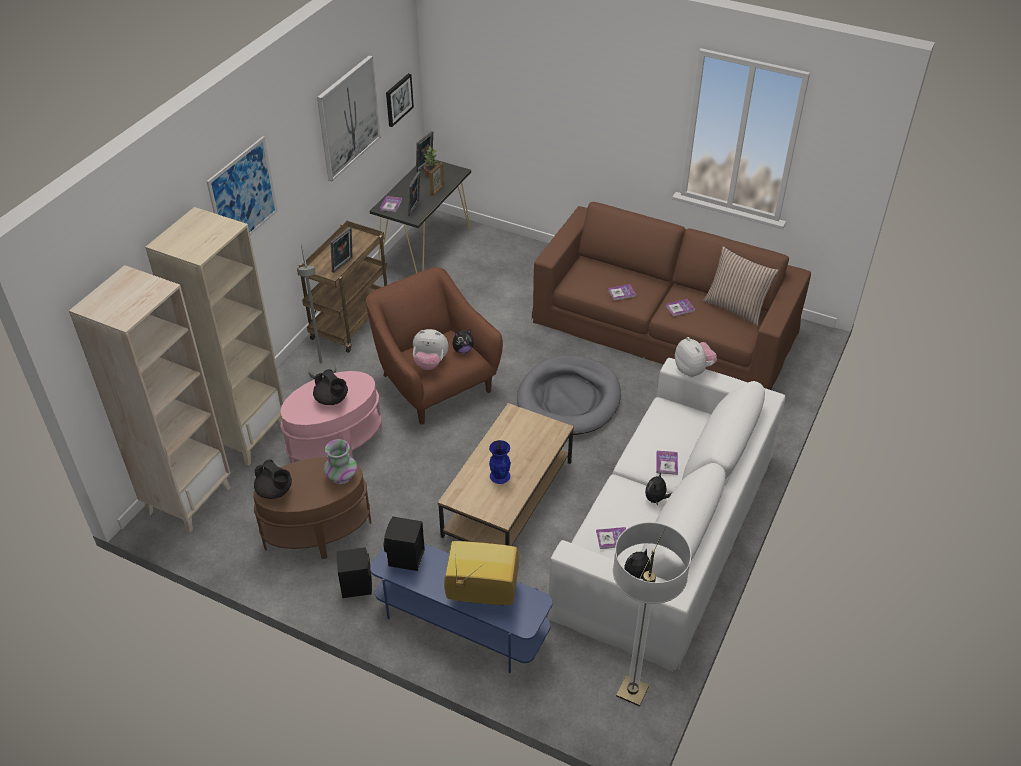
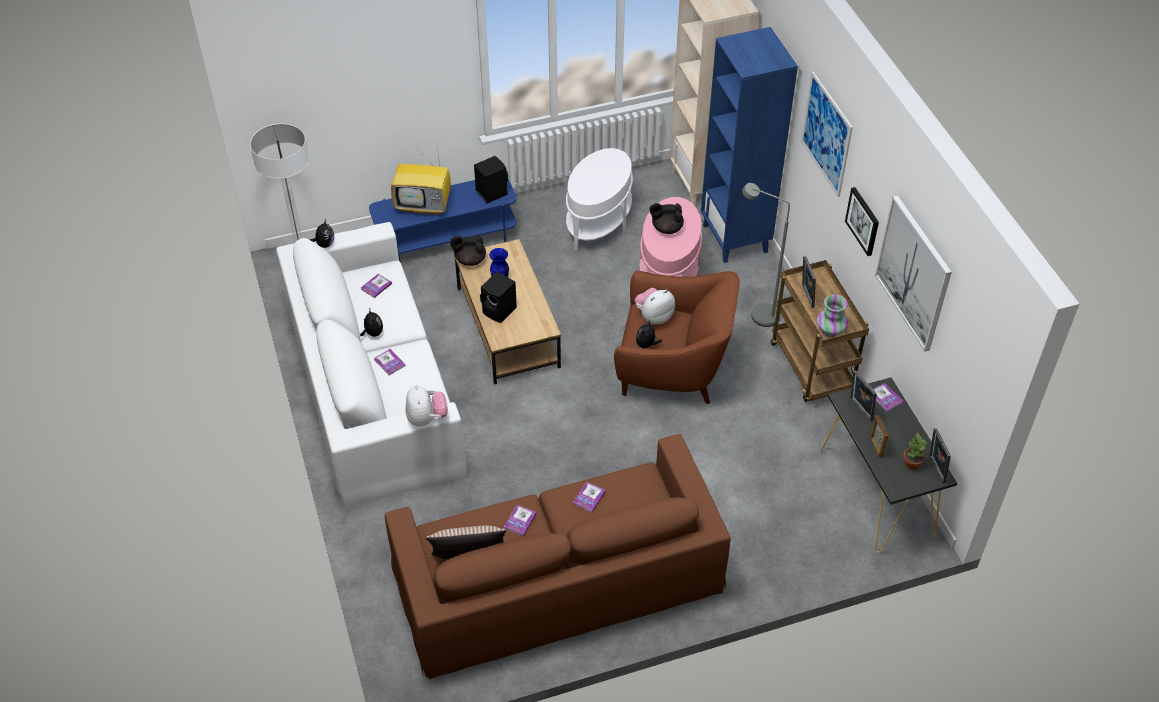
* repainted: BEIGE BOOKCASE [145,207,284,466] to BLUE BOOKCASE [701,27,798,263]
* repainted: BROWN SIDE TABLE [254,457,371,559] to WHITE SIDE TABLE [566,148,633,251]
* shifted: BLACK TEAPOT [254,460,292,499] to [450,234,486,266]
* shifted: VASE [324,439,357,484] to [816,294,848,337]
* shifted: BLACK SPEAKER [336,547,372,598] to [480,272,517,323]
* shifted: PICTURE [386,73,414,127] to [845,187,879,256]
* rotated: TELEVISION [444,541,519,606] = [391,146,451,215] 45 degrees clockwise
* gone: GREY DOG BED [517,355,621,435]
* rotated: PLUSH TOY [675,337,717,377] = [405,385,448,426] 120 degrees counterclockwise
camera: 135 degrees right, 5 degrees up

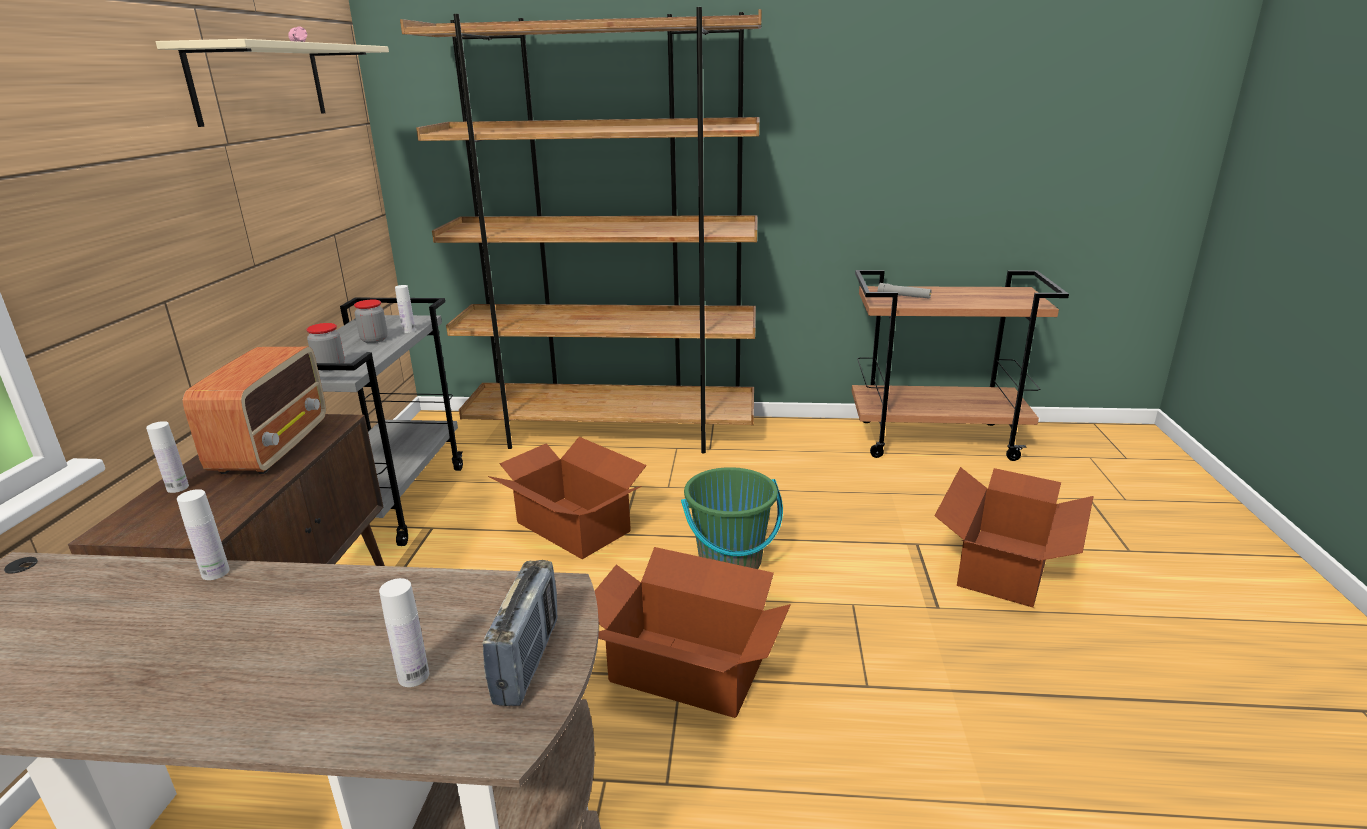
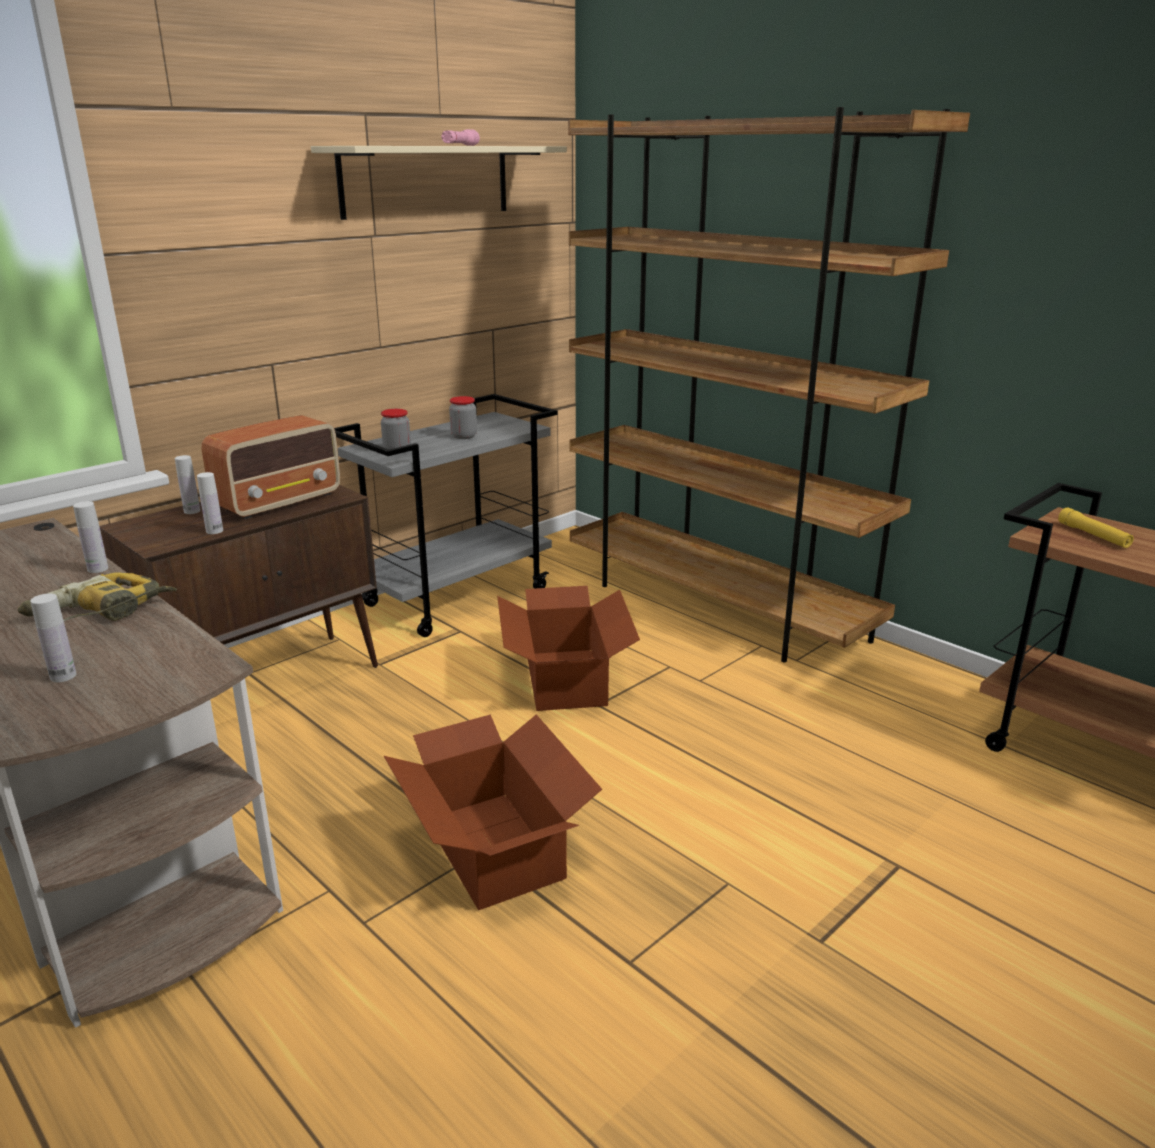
* shifted: WHITE BOTTLE [395,285,415,333] to [197,472,223,534]
* gone: RADIO [483,560,558,706]
* gone: GREEN BUCKET [681,467,783,569]
* repainted: GREY FLASHLIGHT [878,283,931,299] to YELLOW FLASHLIGHT [1058,508,1134,548]
* gone: CARDBOARD BOX [934,467,1094,607]
* new: POWER DRILL [18,573,177,621]
camera: 40 degrees right, 0 degrees up

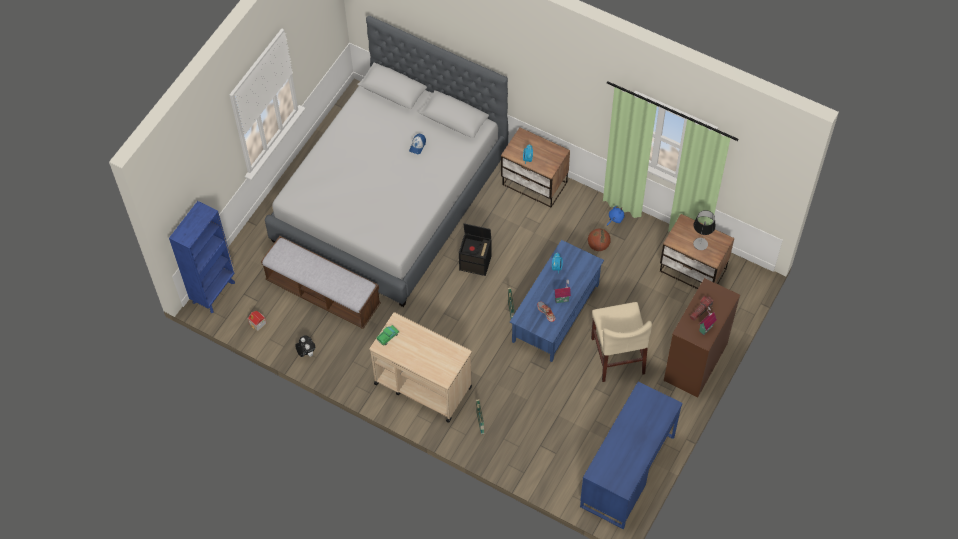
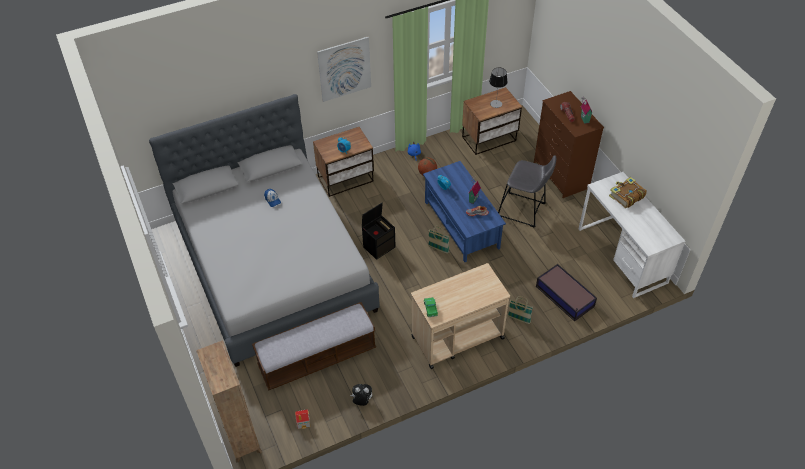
* repainted: BLUE BOOKCASE [169,201,235,313] to BROWN BOOKCASE [196,340,262,463]
* repainted: BLUE DESK [580,381,683,529] to WHITE DESK [579,172,685,298]
* swapped: BEIGE CHAIR [591,302,652,382] to GREY STOOL [498,156,556,227]
* new: PICTURE [317,37,371,102]
* new: STORAGE BOX [536,264,597,321]
* new: BOOK [609,177,647,208]
camera: 55 degrees left, 10 degrees down

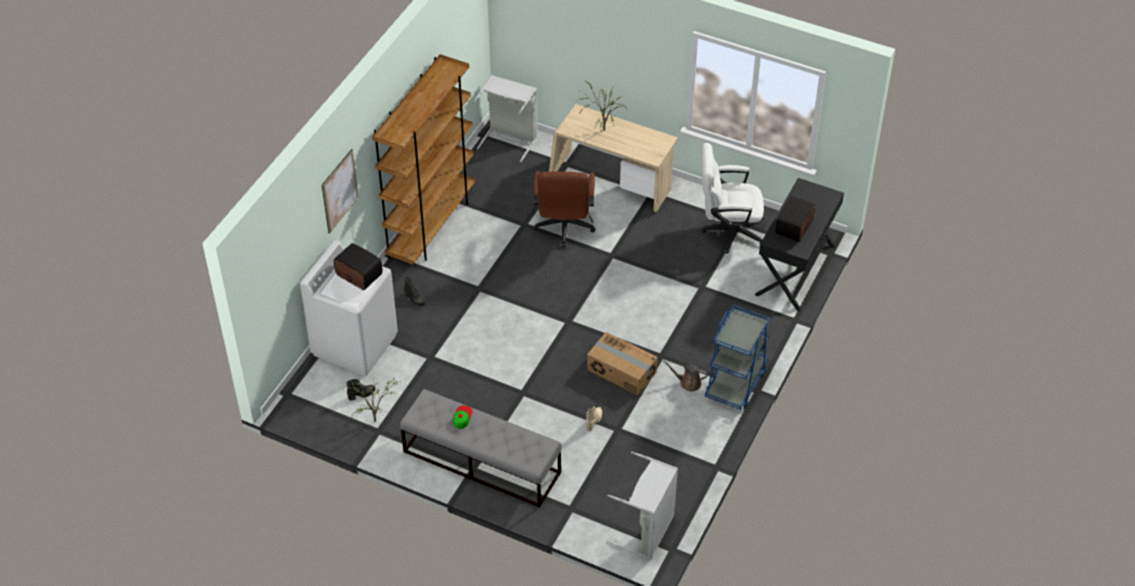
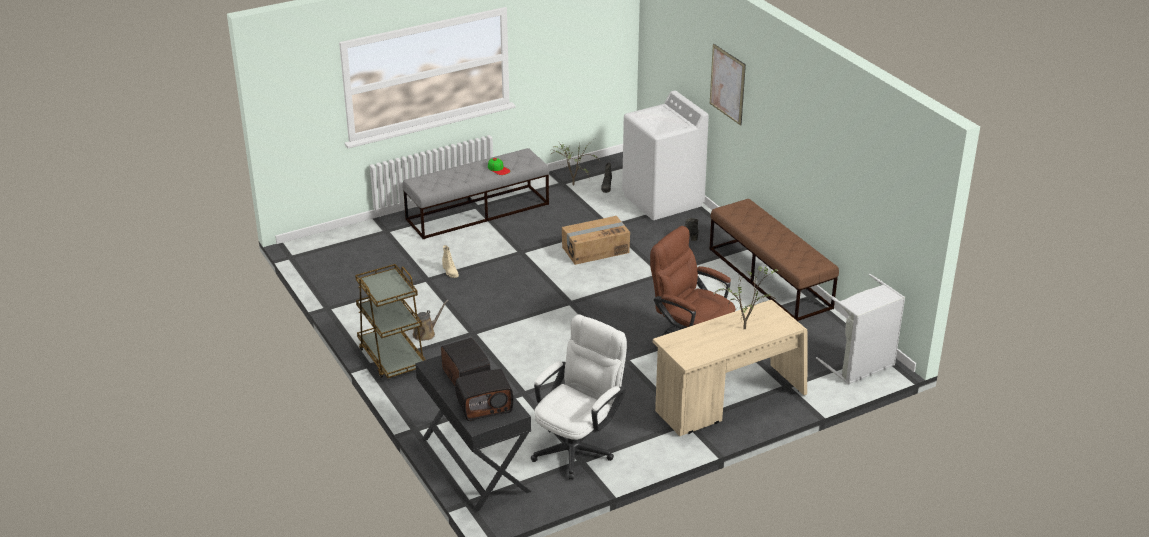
* shifted: RADIO [334,243,382,290] to [455,369,513,421]
* swapped: BROWN BOOKCASE [372,54,475,265] to BROWN BENCH [709,199,839,321]
* shifted: CARDBOARD BOX [587,332,658,395] to [562,216,630,265]
* gone: GREY LAUNDRY BASKET [606,452,678,560]
* repainted: BLUE CART [705,305,770,410] to BROWN CART [355,264,426,378]
camera: 125 degrees right, 15 degrees down

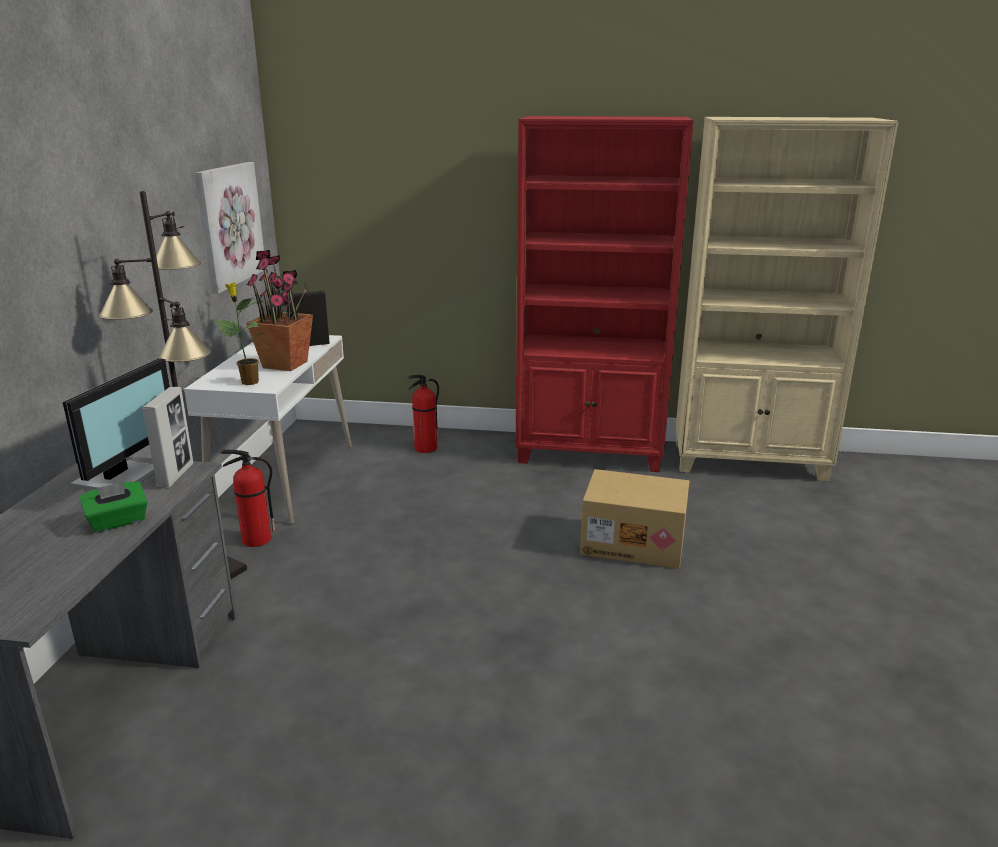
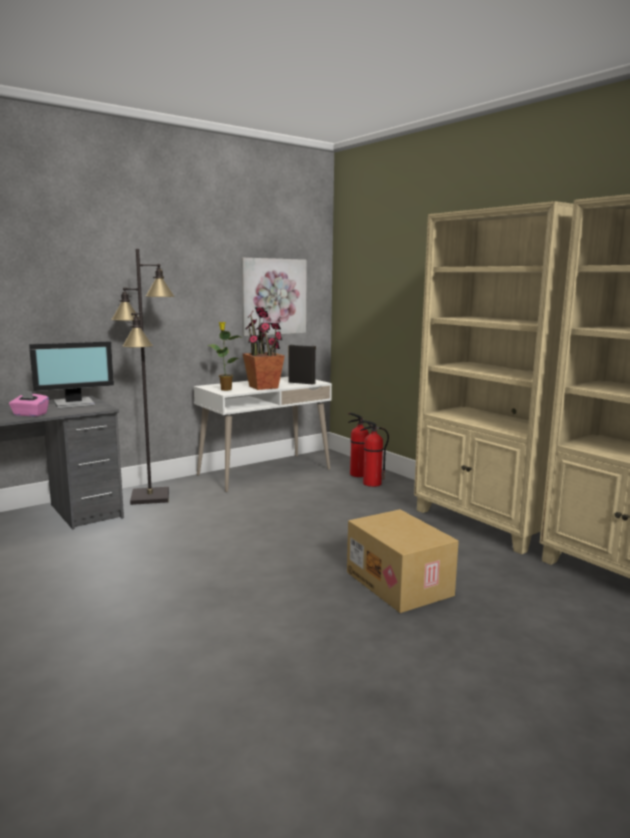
* repainted: GREEN TISSUE BOX [79,482,148,533] to PINK TISSUE BOX [9,390,49,417]
* gone: PICTURE FRAME [142,387,193,489]
* shifted: FIRE EXTINGUISHER [221,450,275,547] to [348,413,372,477]
* repainted: RED BOOKCASE [515,116,694,472] to BEIGE BOOKCASE [414,201,573,554]
camera: 45 degrees right, 10 degrees down

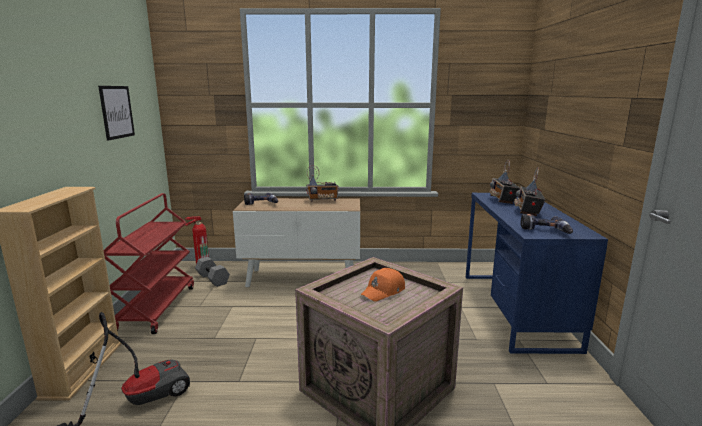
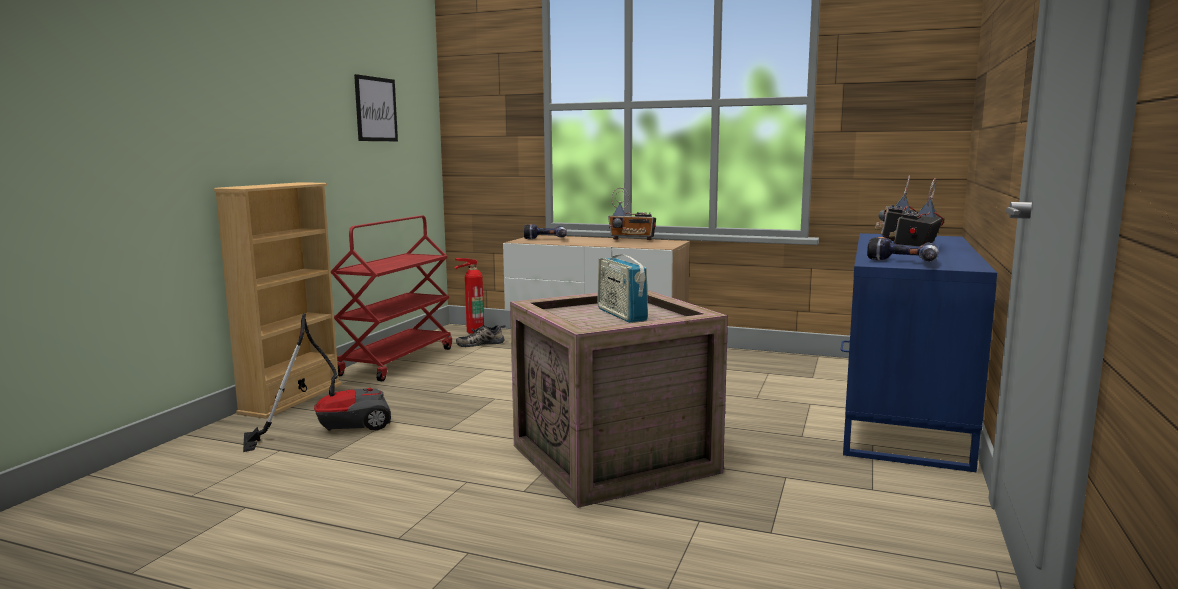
* swapped: GREY DUMBBELL [195,257,230,287] to SHOE [456,325,505,347]
* swapped: ORANGE CAP [361,268,405,301] to RADIO [597,246,648,323]
camera: 20 degrees right, 5 degrees down

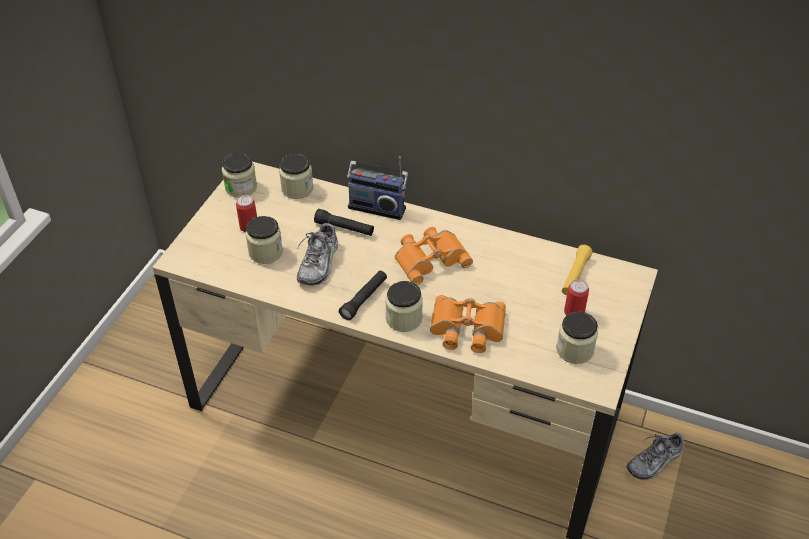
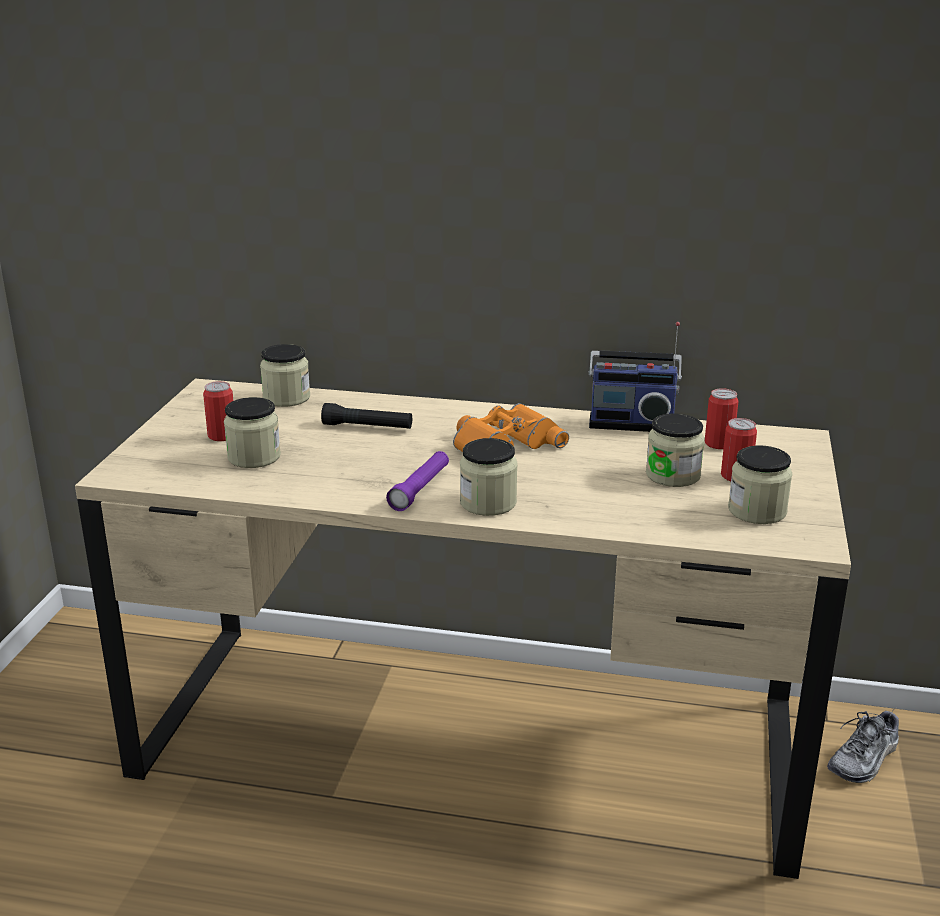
* shifted: JAR [222,153,257,198] to [646,414,705,487]
* gone: SHOE [297,222,338,285]
* repainted: BLACK FLASHLIGHT [339,271,387,320] to PURPLE FLASHLIGHT [386,451,449,511]
* shifted: RADIO [347,156,408,220] to [588,322,682,432]
* gone: ORANGE BINOCULARS [430,295,506,353]
* swapped: YELLOW FLASHLIGHT [562,245,593,296] to CAN [705,388,738,449]
camera: 10 degrees left, 20 degrees down

